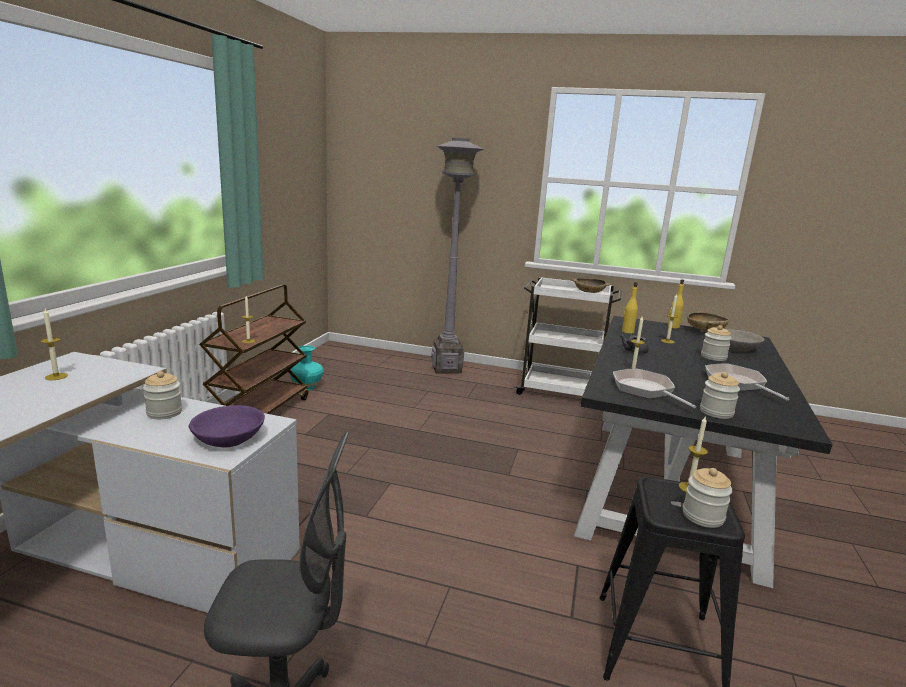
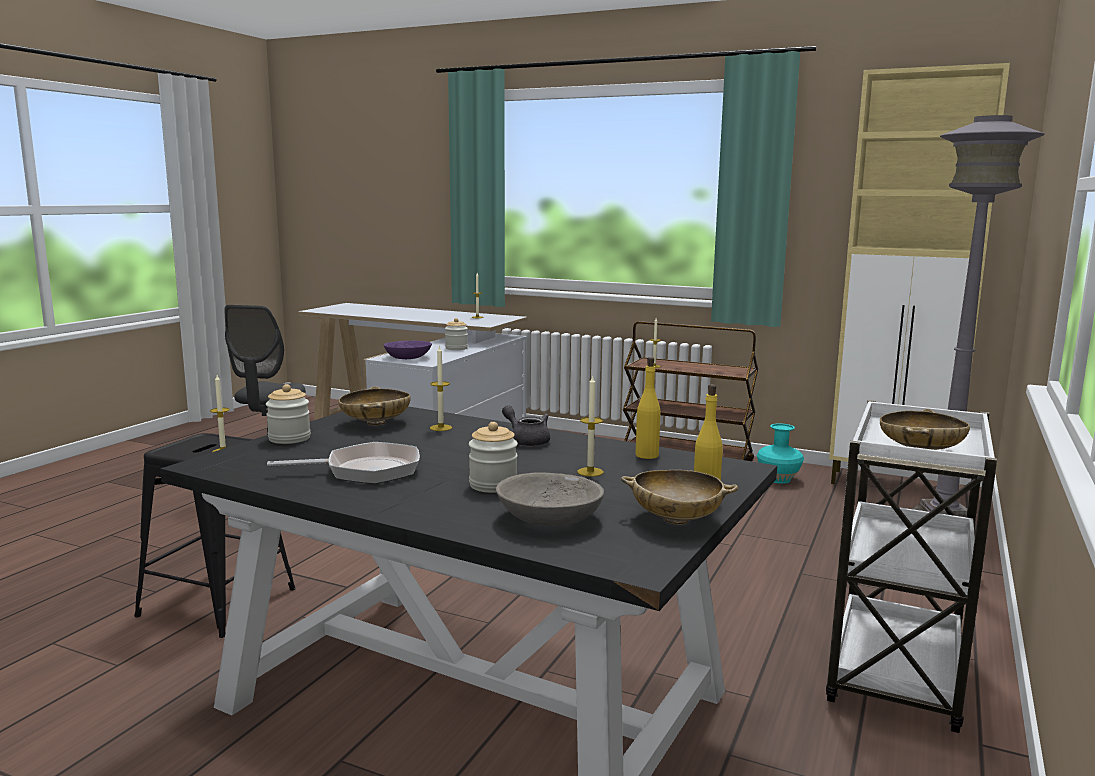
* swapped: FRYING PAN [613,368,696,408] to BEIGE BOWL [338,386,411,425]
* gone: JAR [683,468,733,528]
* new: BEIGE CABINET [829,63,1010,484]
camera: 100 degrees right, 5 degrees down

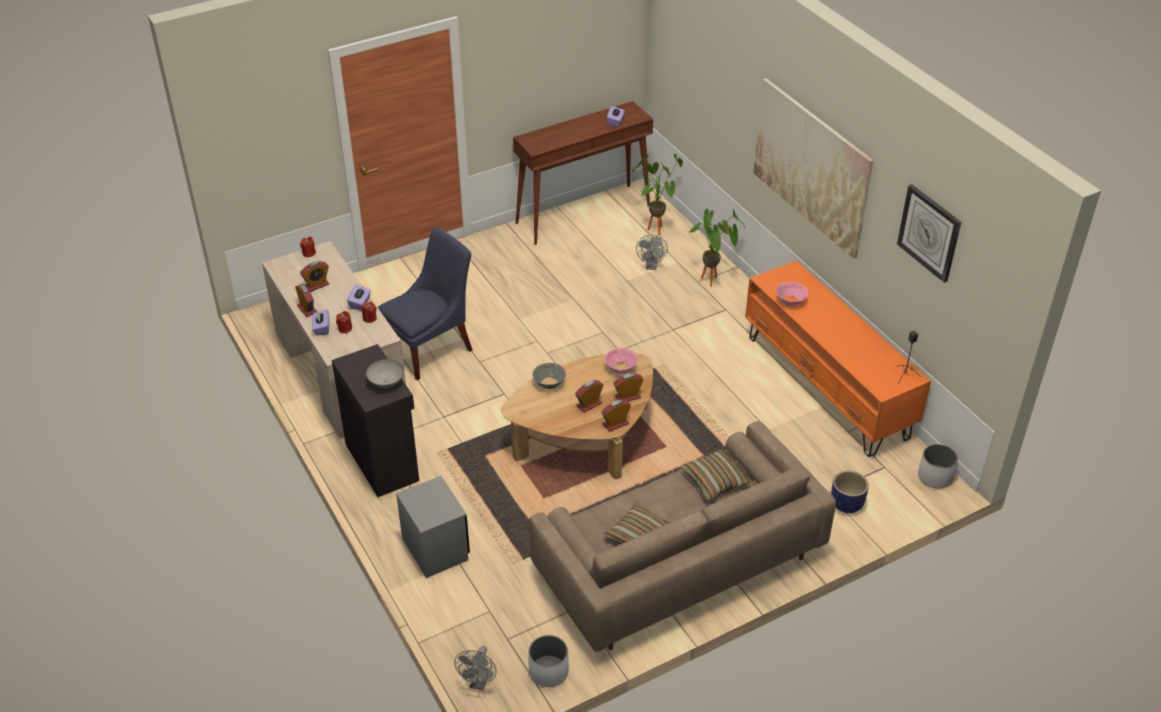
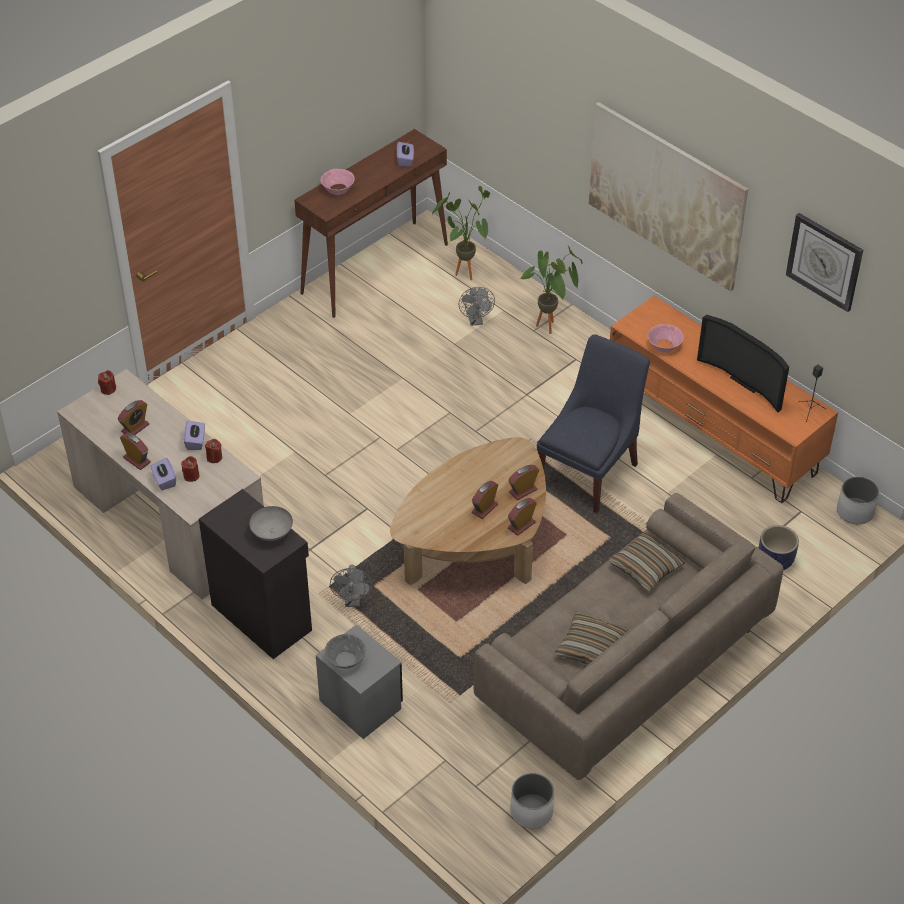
* shifted: BLUE CHAIR [378,227,473,380] to [537,335,650,513]
* shifted: GREY FAN [454,646,496,690] to [330,564,373,607]
* shifted: GREY BOWL [532,363,566,389] to [325,634,366,669]
* shifted: PINK BOWL [605,348,638,374] to [321,169,355,195]
* new: TELEVISION [697,315,789,413]
camera: 15 degrees left, 5 degrees up

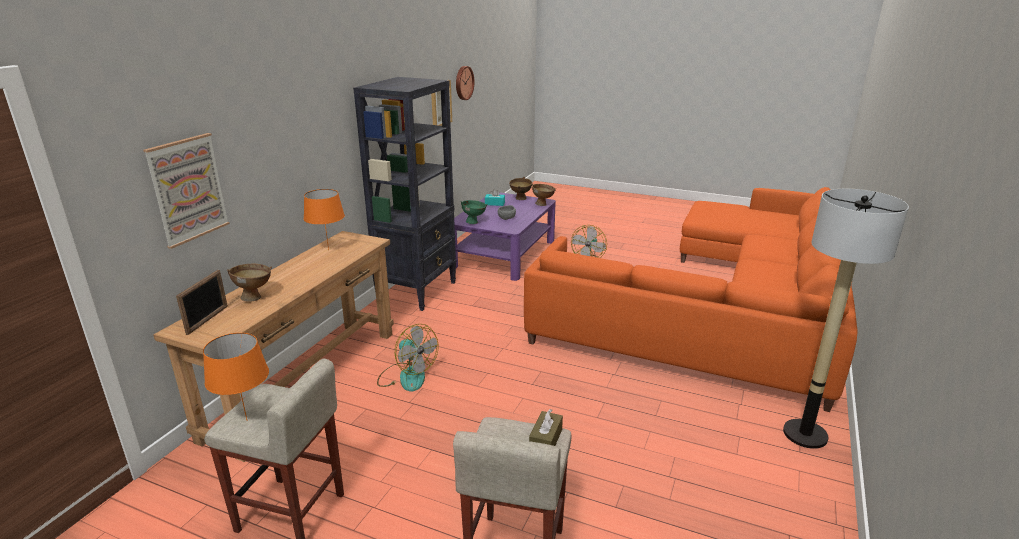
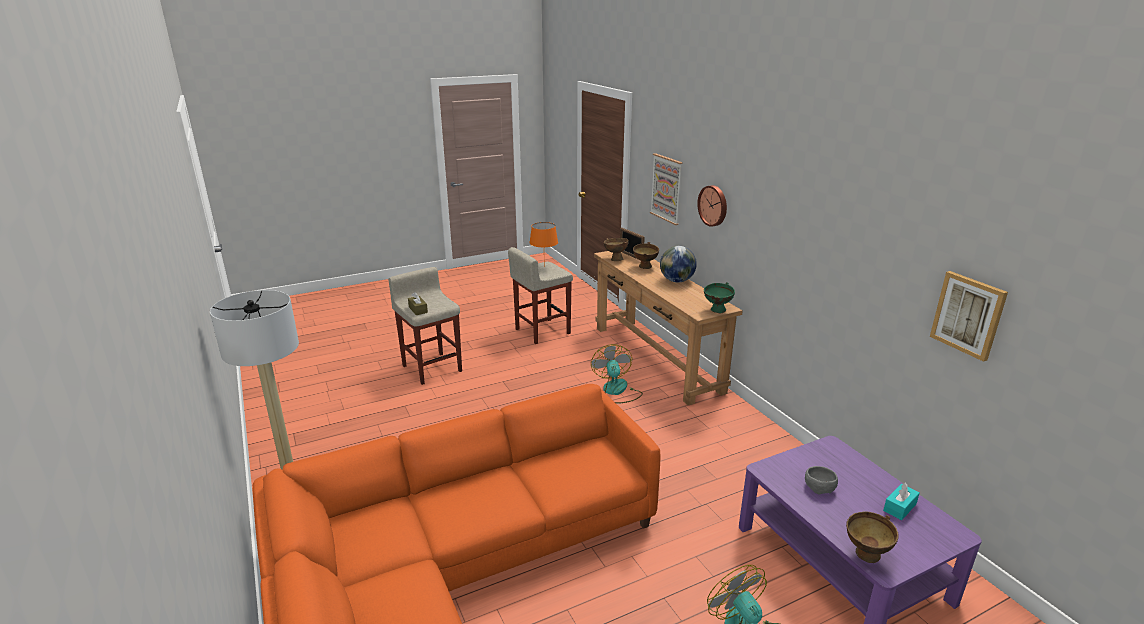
* gone: ORANGE TABLE LAMP [304,189,345,250]
* gone: BLACK BOOKCASE [353,77,457,311]
* rotated: FAN [377,324,439,392] = [591,344,643,404] 90 degrees clockwise
* shifted: WALL CLOCK [456,66,474,100] to [697,185,727,227]
* shifted: GREEN BOWL [461,200,487,224] to [704,282,735,313]
* shifted: BROWN BOWL [509,177,532,200] to [604,238,629,261]
* new: GLOBE [660,246,697,282]
camera: 130 degrees right, 0 degrees up

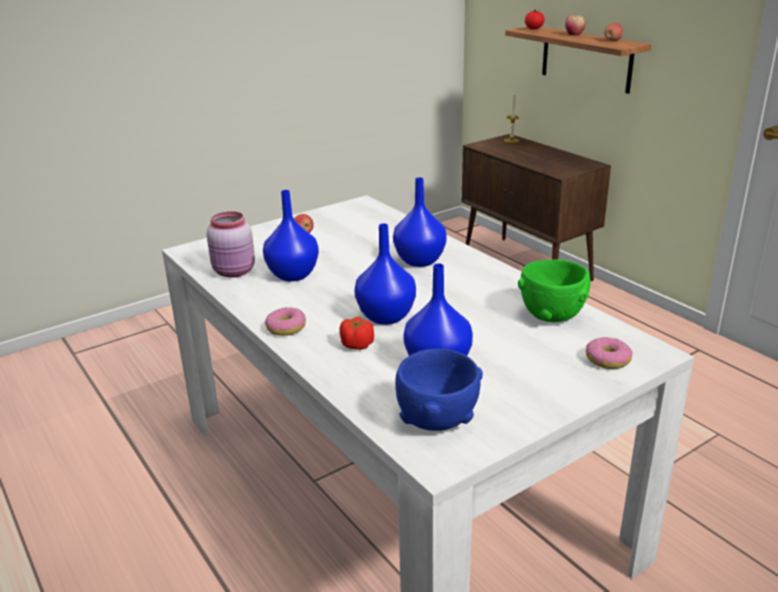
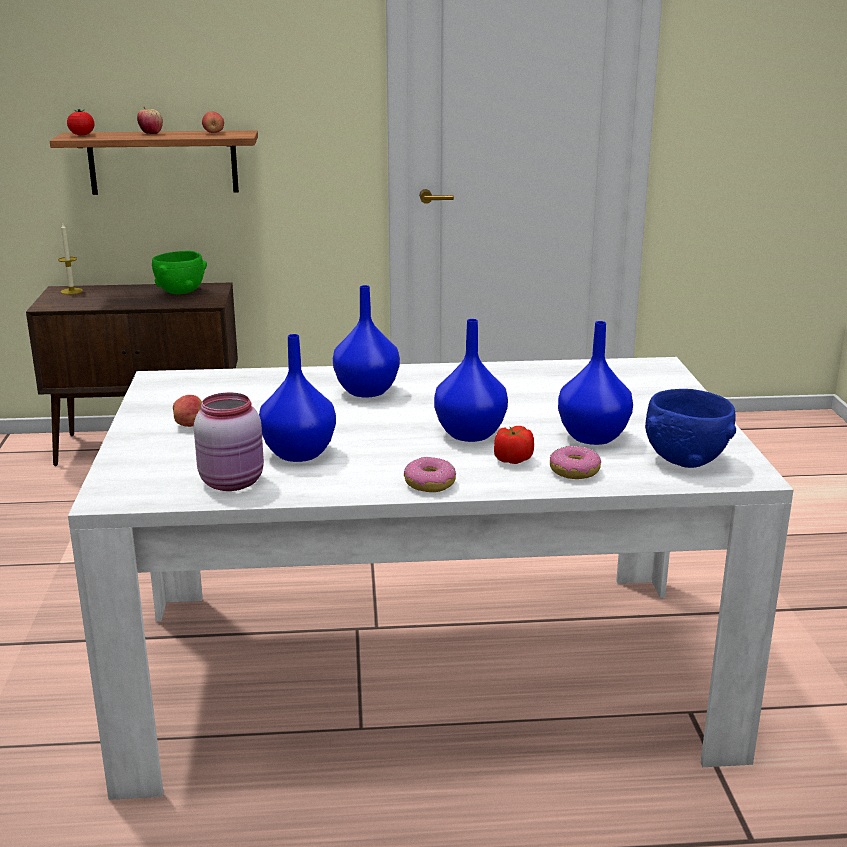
* shifted: GREEN BOWL [518,260,590,322] to [152,251,207,294]
* shifted: DONUT [586,337,633,369] to [550,446,601,479]
camera: 60 degrees left, 5 degrees down

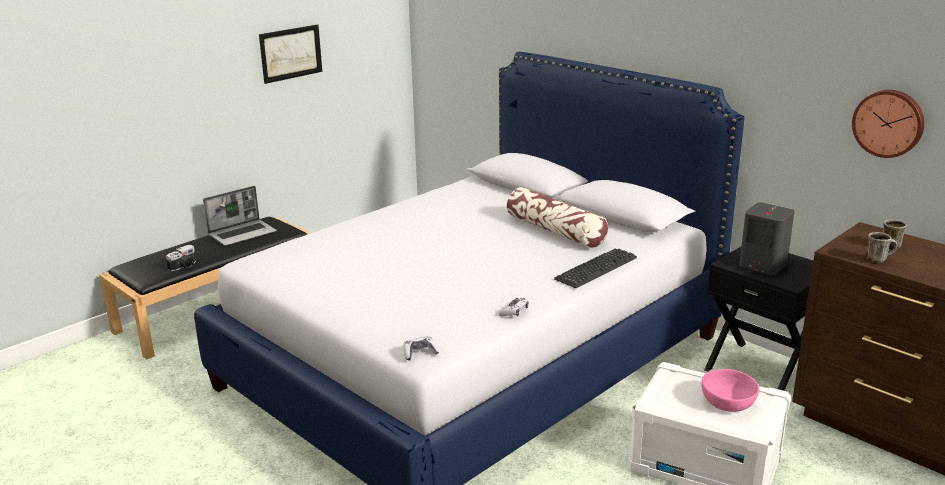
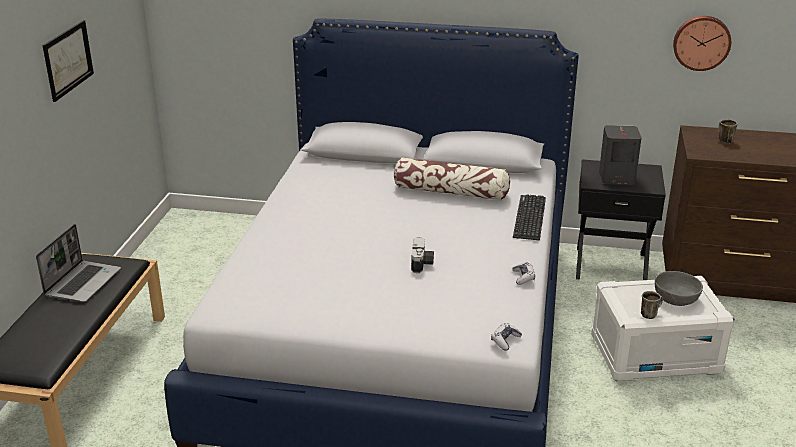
* shifted: PHOTO CAMERA [166,245,196,271] to [411,237,434,273]
* repainted: PINK BOWL [701,369,759,412] to GREY BOWL [655,271,703,306]
* shifted: MUG [866,232,897,264] to [641,291,663,319]
camera: 35 degrees left, 5 degrees up

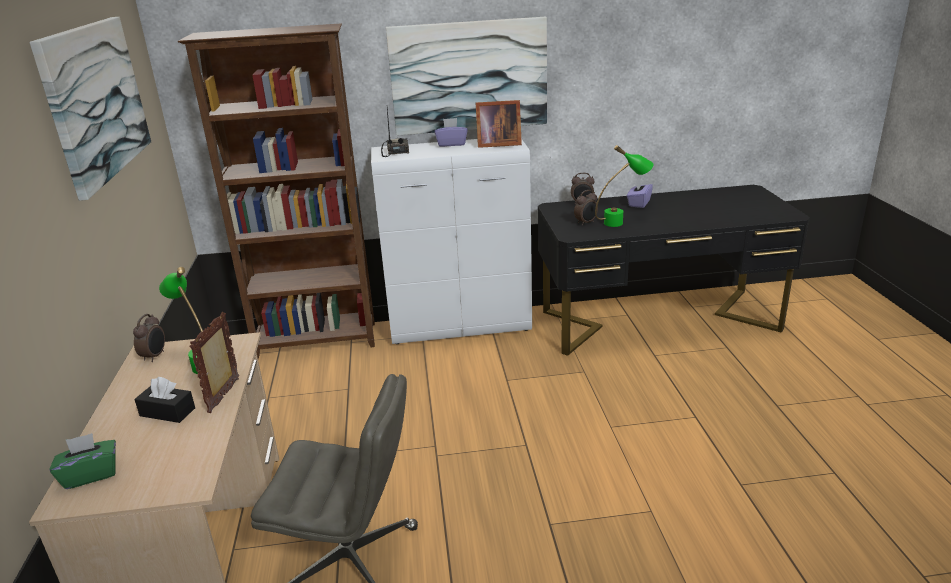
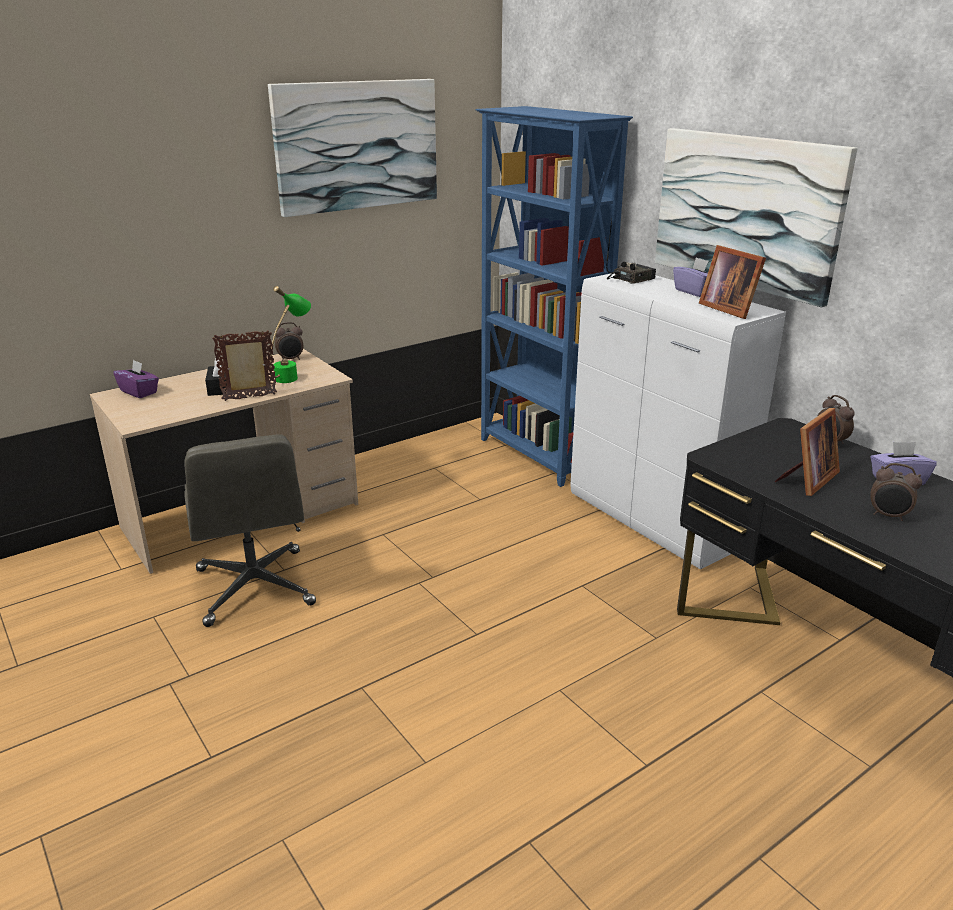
* repainted: GREEN TISSUE BOX [50,433,116,489] to PURPLE TISSUE BOX [113,360,159,398]
* repainted: BROWN BOOKCASE [178,23,375,359] to BLUE BOOKCASE [476,106,633,487]
* shifted: ALARM CLOCK [574,190,598,225] to [870,463,922,521]
* swapped: GREEN TABLE LAMP [595,145,654,227] to PICTURE FRAME [775,408,840,496]
camera: 60 degrees right, 0 degrees up

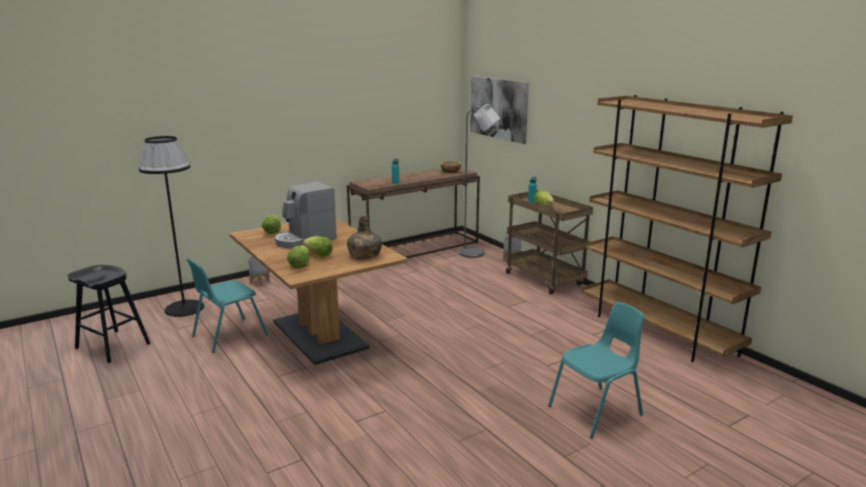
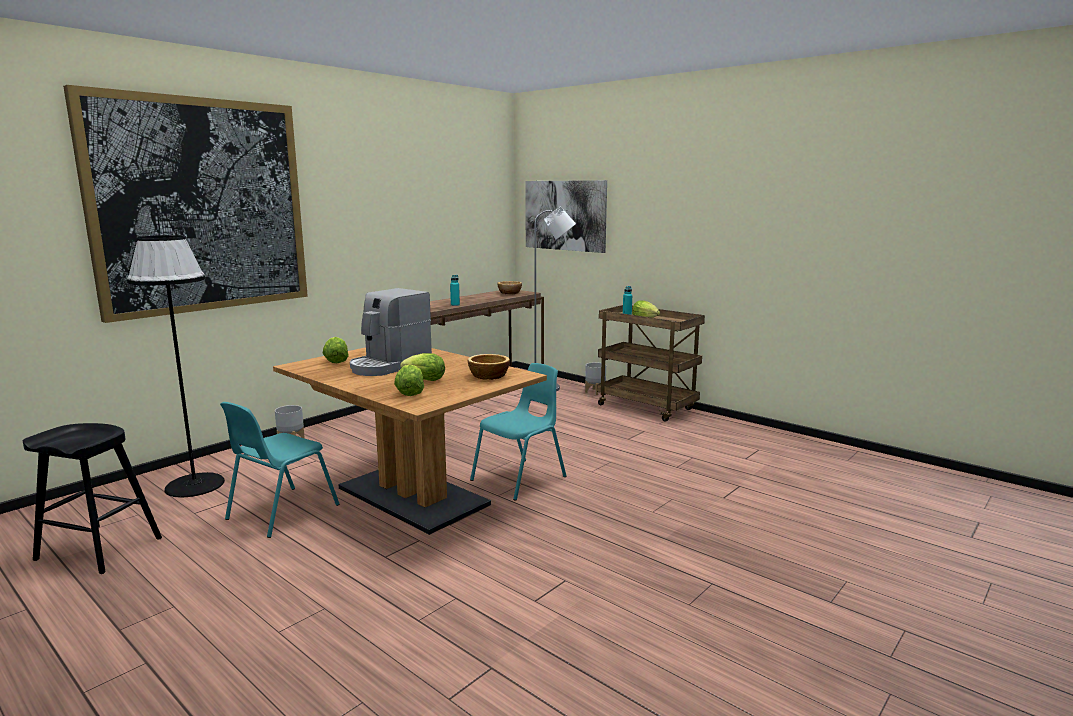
* swapped: GREEN BOTTLE [347,216,382,260] to BOWL [468,354,510,380]
* shifted: TURQUOISE CHAIR [548,302,645,438] to [470,363,566,501]
* gone: BROWN BOOKCASE [582,95,793,362]
* new: PICTURE [63,85,308,323]
camera: 15 degrees left, 5 degrees down

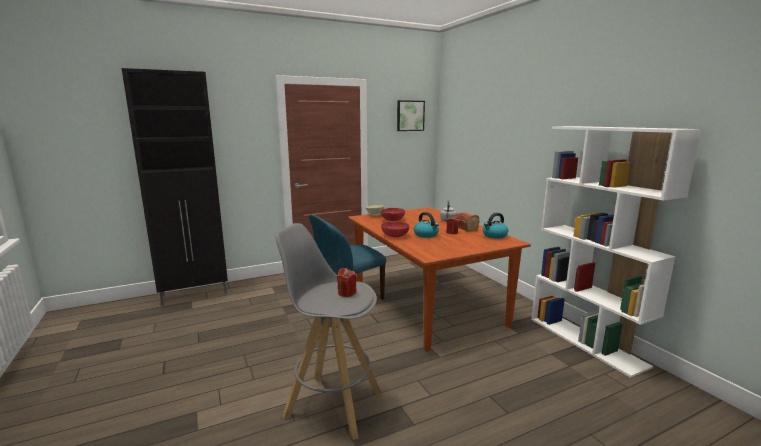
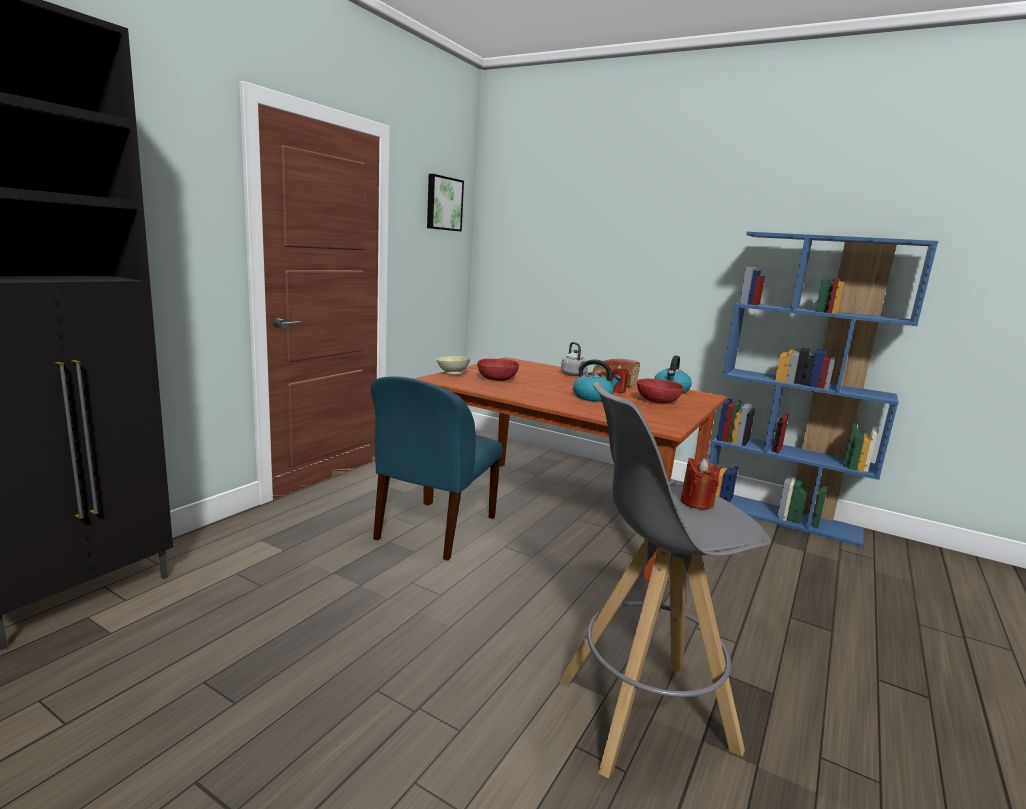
* shifted: RED BOWL [381,221,410,237] to [637,378,684,404]
* repainted: WHITE BOOKCASE [531,126,701,378] to BLUE BOOKCASE [709,232,939,547]
camera: 35 degrees left, 0 degrees up

